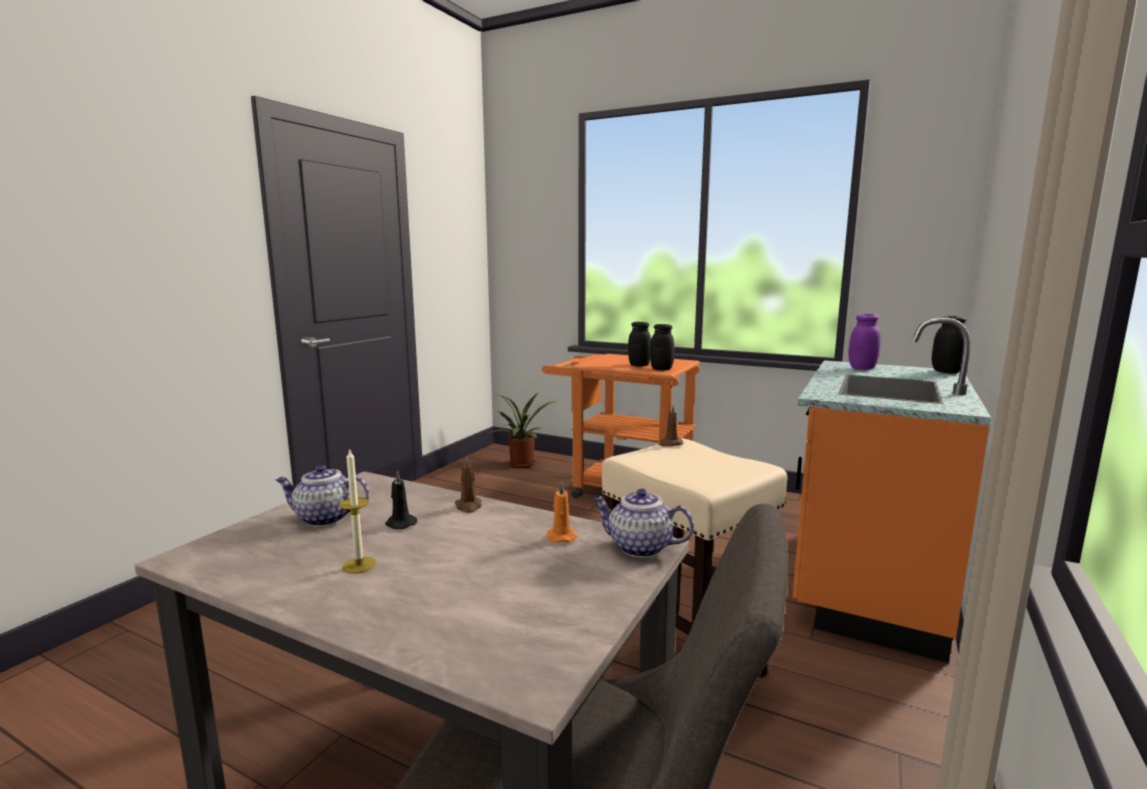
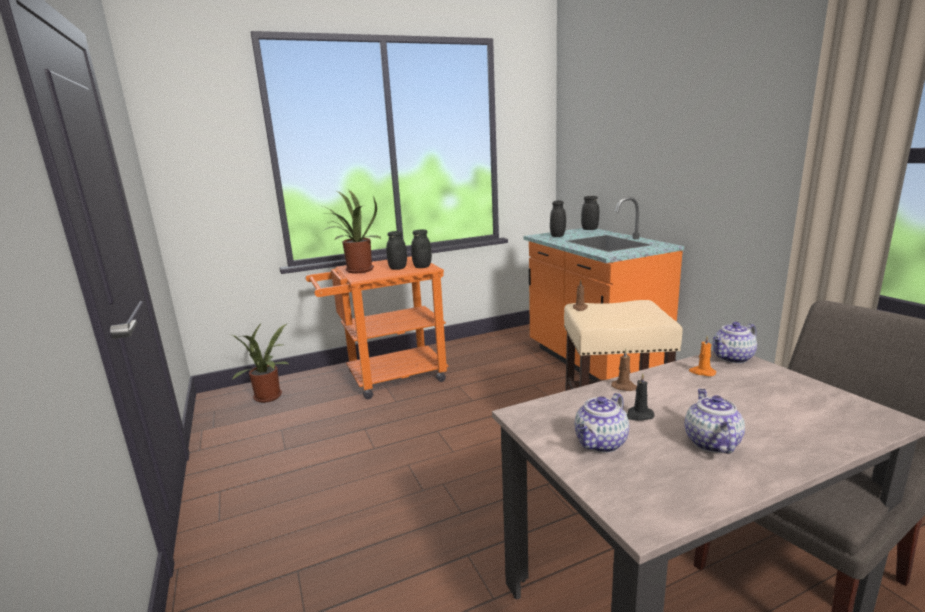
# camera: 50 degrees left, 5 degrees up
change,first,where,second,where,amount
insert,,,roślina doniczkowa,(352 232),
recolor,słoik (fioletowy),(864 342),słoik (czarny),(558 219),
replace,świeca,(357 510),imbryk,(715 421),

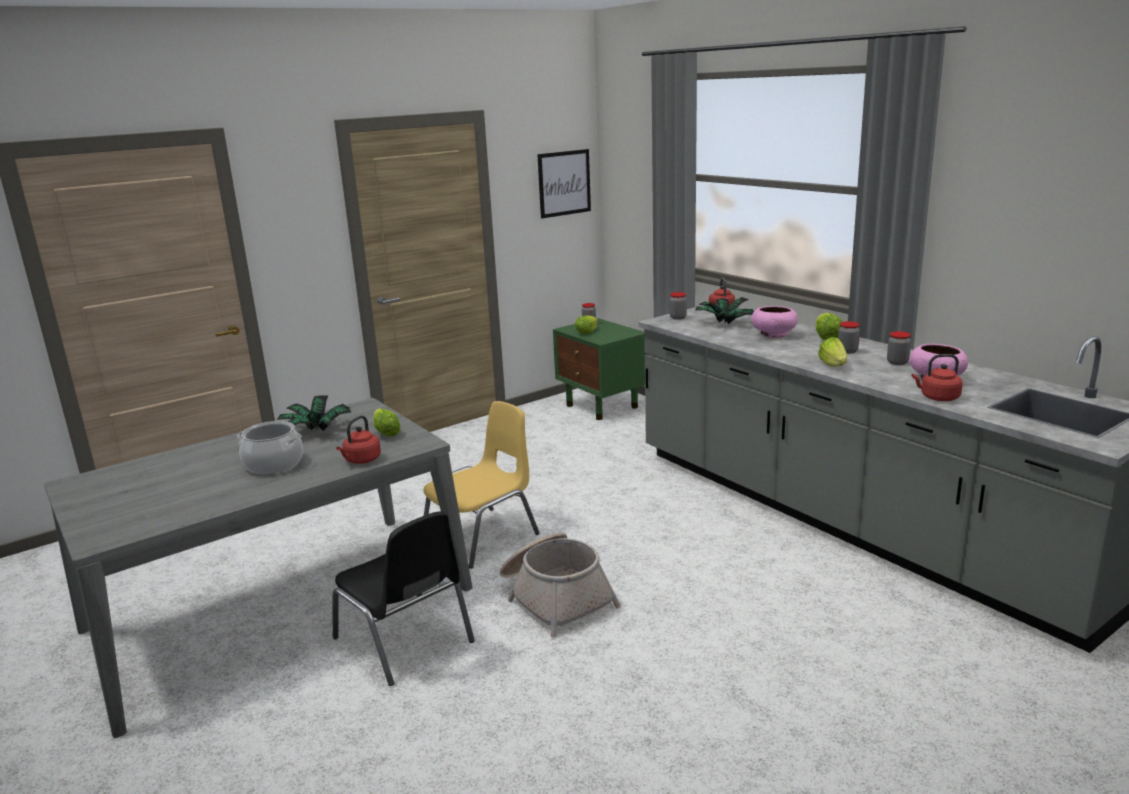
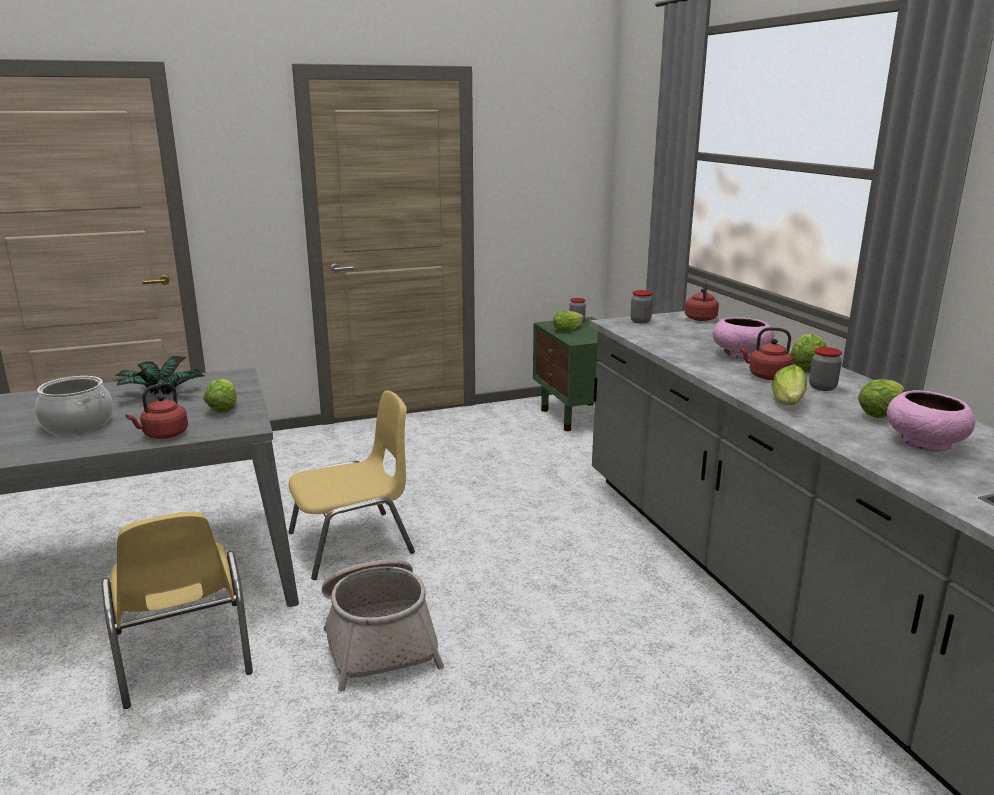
# camera: 15 degrees right, 0 degrees up
change,first,where,second,where,amount
recolor,krzesło (czarny),(404 598),krzesło (żółty),(177 610),
move,czajnik (czerwony),(937 377),,(766 353),
replace,słoik,(899 348),sałata,(881 398),
delete,obraz,(564 183),,,
delete,roślina doniczkowa,(724 310),,,

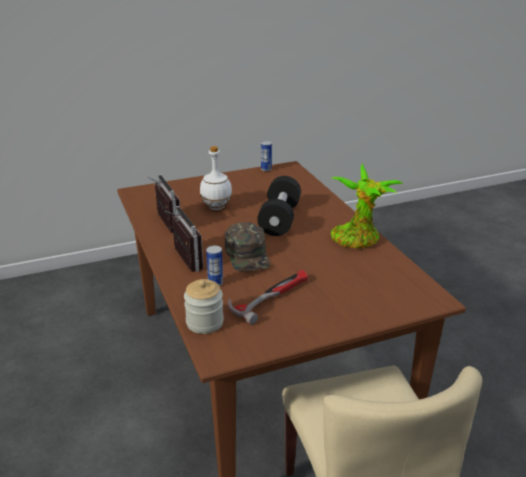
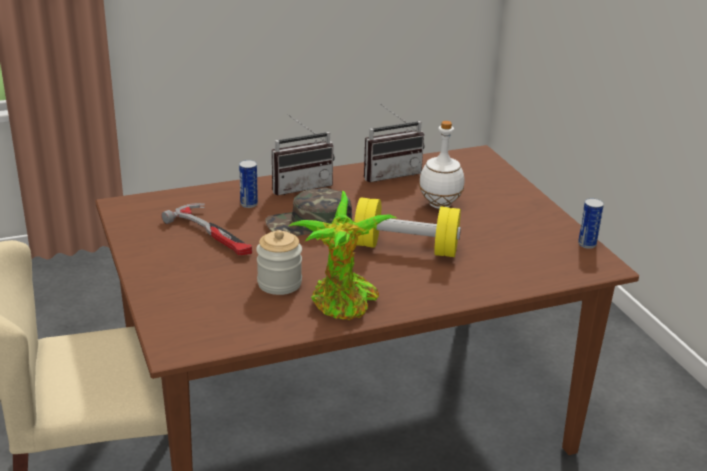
# camera: 90 degrees right, 0 degrees up
change,first,where,second,where,amount
move,słoik,(204 306),,(279 262),
recolor,hantel (czarny),(279 206),hantel (żółty),(407 227),

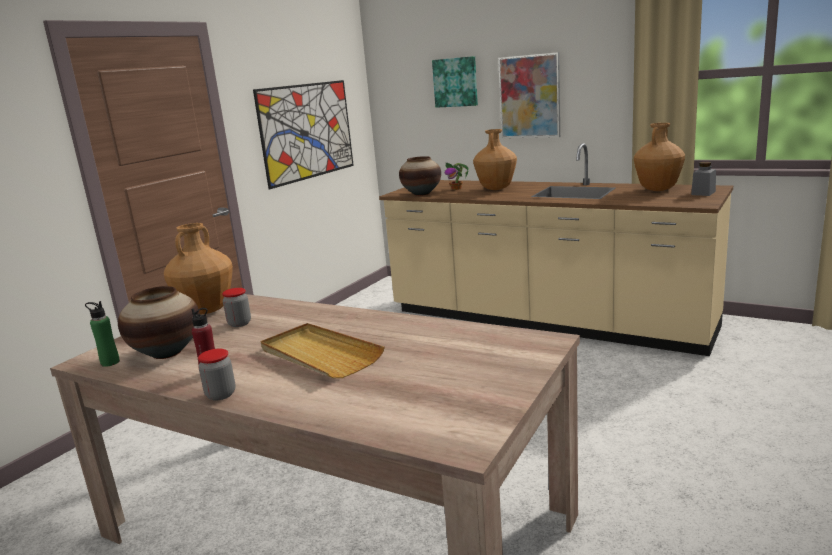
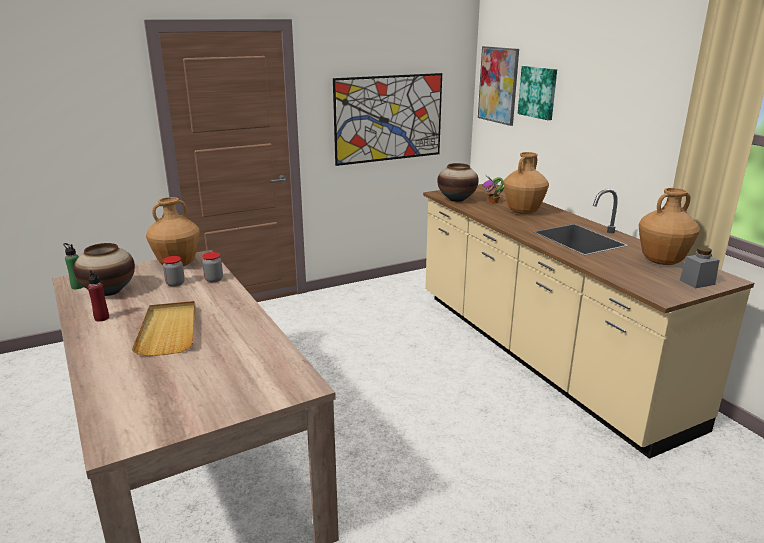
# camera: 30 degrees right, 5 degrees up
change,first,where,second,where,amount
move,słoik,(217 375),,(212 267),
move,obraz,(529 95),,(498 86),

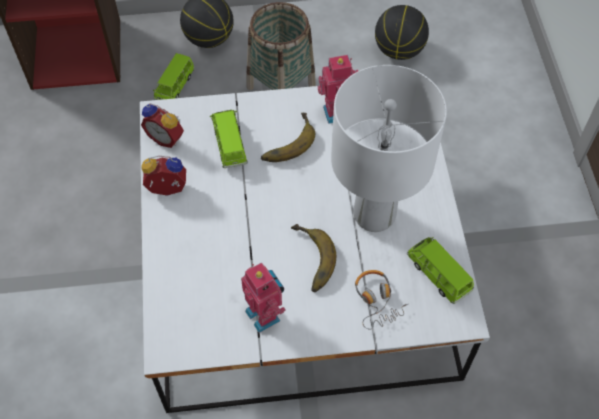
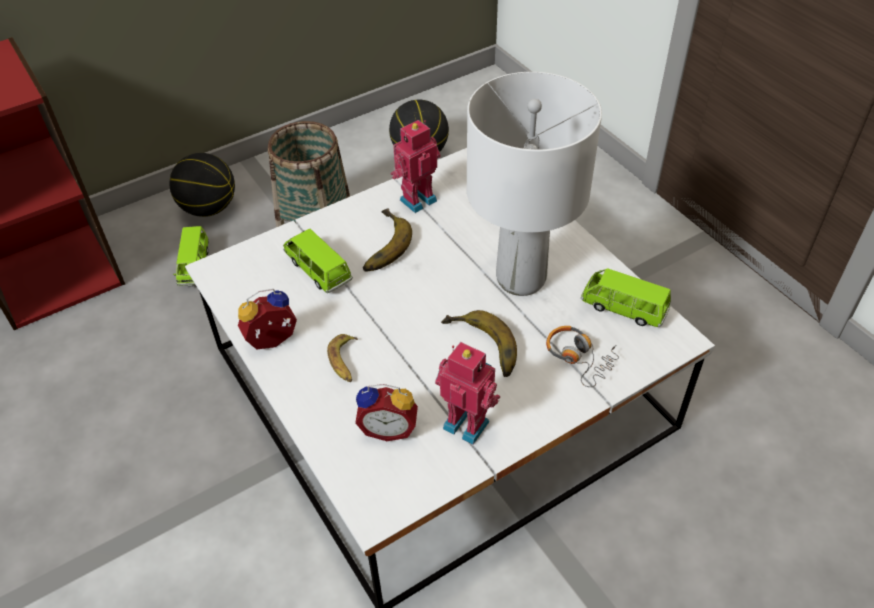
# camera: 25 degrees left, 10 degrees down
change,first,where,second,where,amount
insert,,,banan,(342 358),
move,budzik,(162 125),,(386 412),

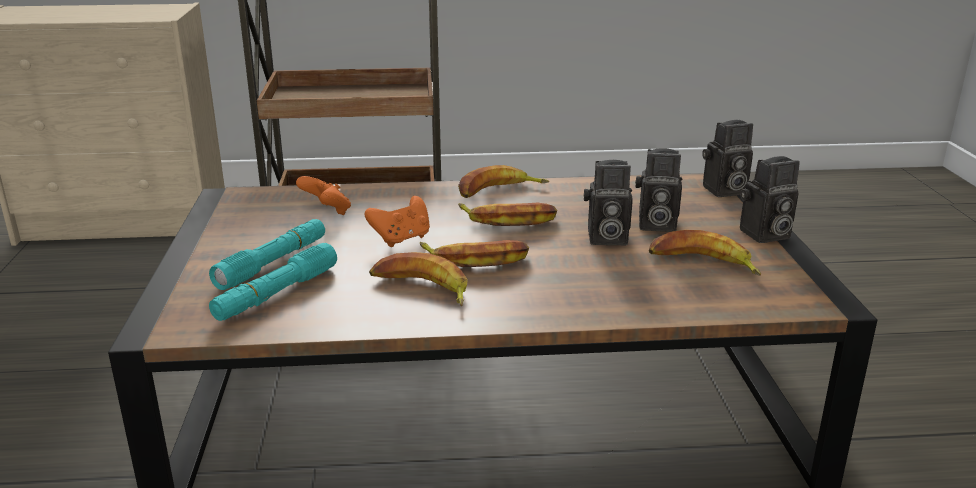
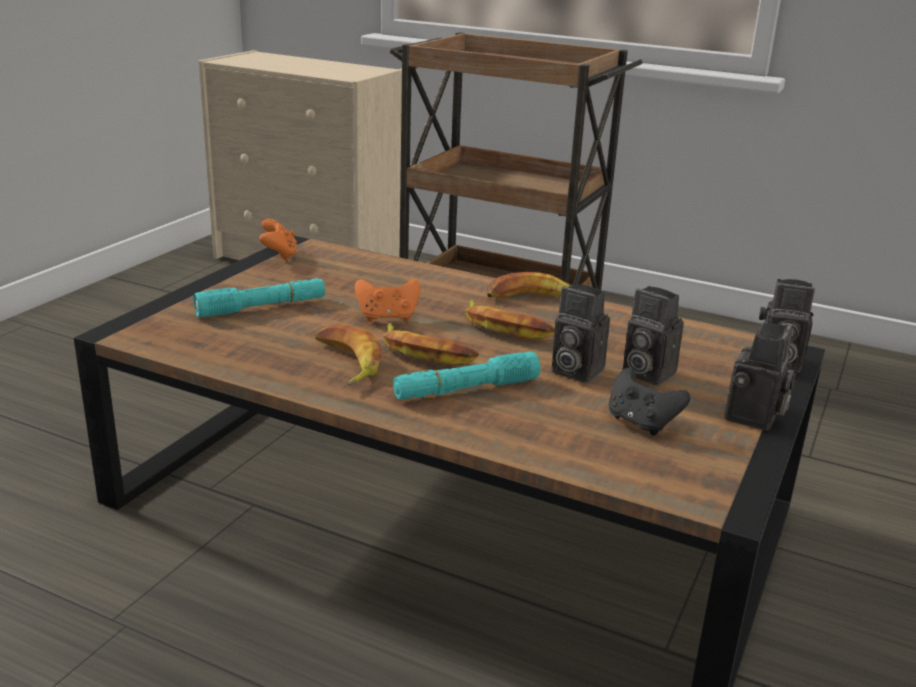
# camera: 30 degrees right, 0 degrees up
change,first,where,second,where,amount
move,pad do gier (pomarańczowy),(323 195),,(278 240),
move,latarka (turkusowy),(273 282),,(467 376),
replace,banan,(705 253),pad do gier (czarny),(649 401),
rotate,aparat fotograficzny,(770 199),,(760 376),75 degrees counterclockwise

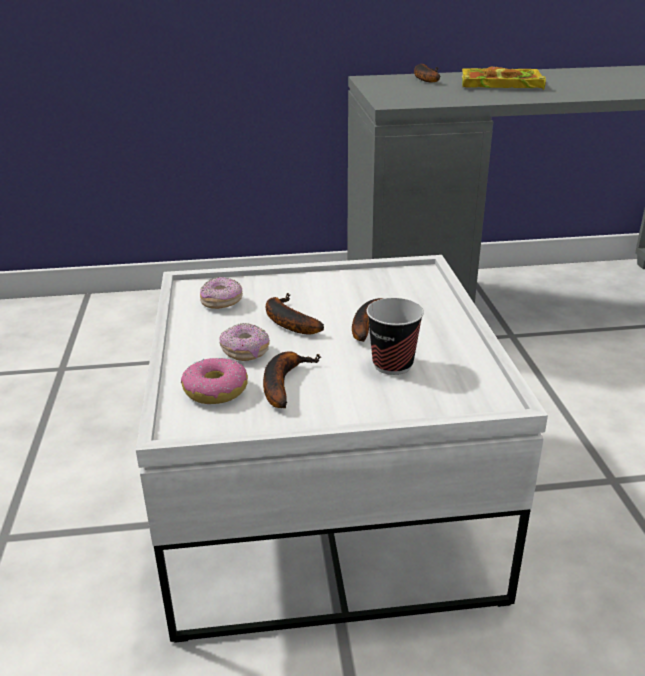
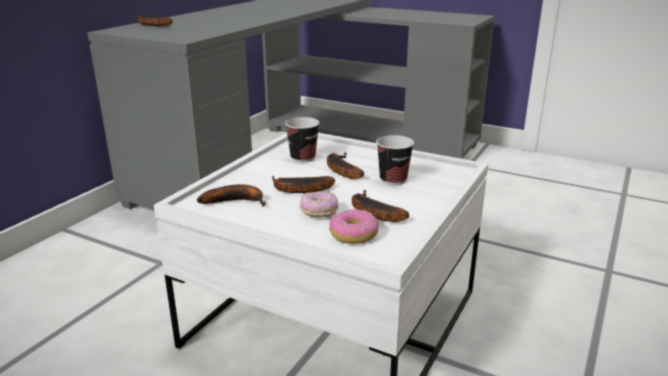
# camera: 55 degrees left, 5 degrees down
change,first,where,second,where,amount
replace,donut,(221 293),banan,(231 195),
insert,,,filiżanka,(302 140),
delete,książka,(504 78),,,

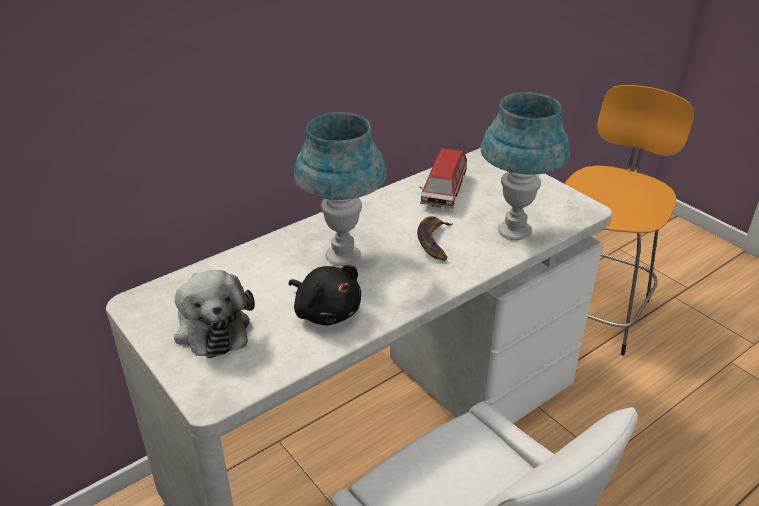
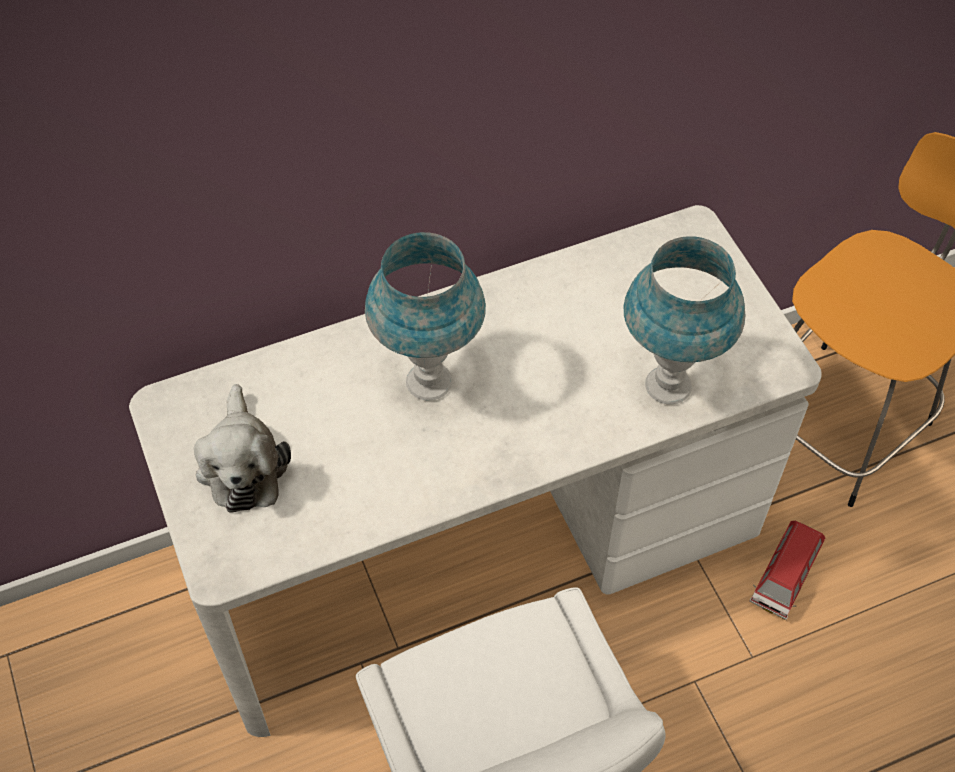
# camera: 15 degrees right, 20 degrees up
change,first,where,second,where,amount
move,samochodzik,(443 178),,(787 570),
delete,pluszak (czarny),(325 295),,,
delete,banan,(435 238),,,

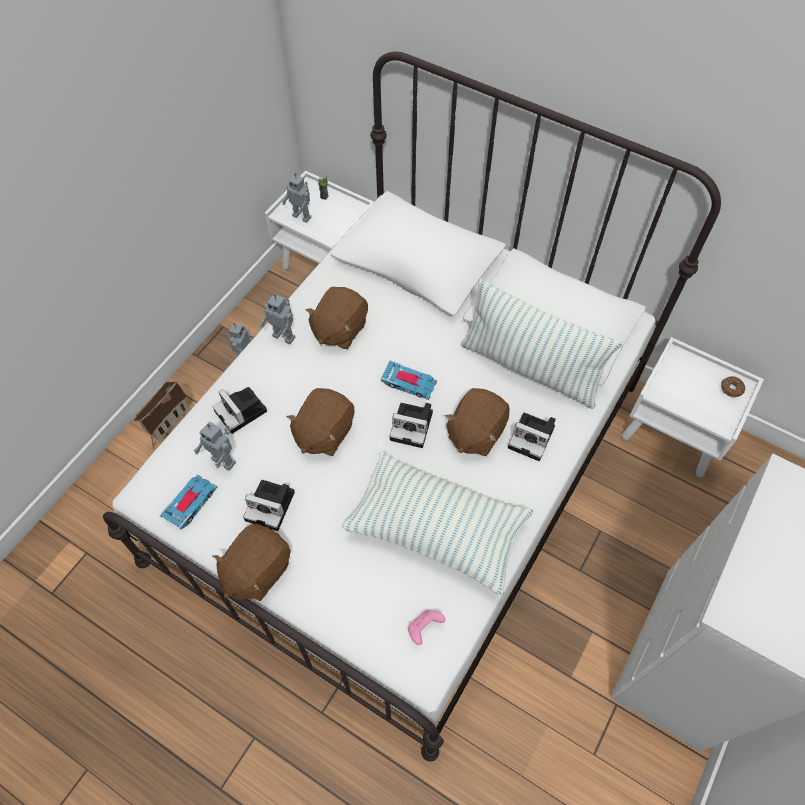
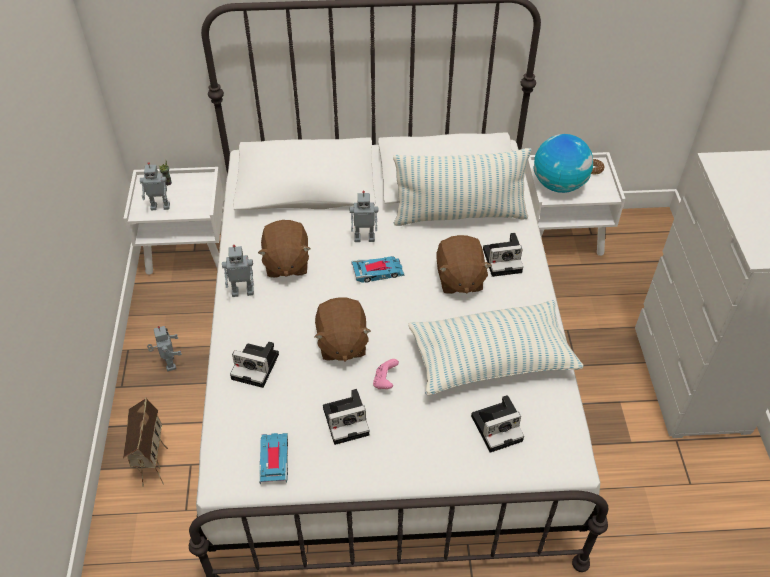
# camera: 35 degrees left, 10 degrees down
change,first,where,second,where,amount
move,robot zabawkowy,(215 446),,(364 216),
move,pad do gier (różowy),(426 627),,(386 374),
move,aparat fotograficzny,(411 425),,(497 424),
insert,,,globus,(563 163),
delete,pluszak (brązowy),(251 562),,,

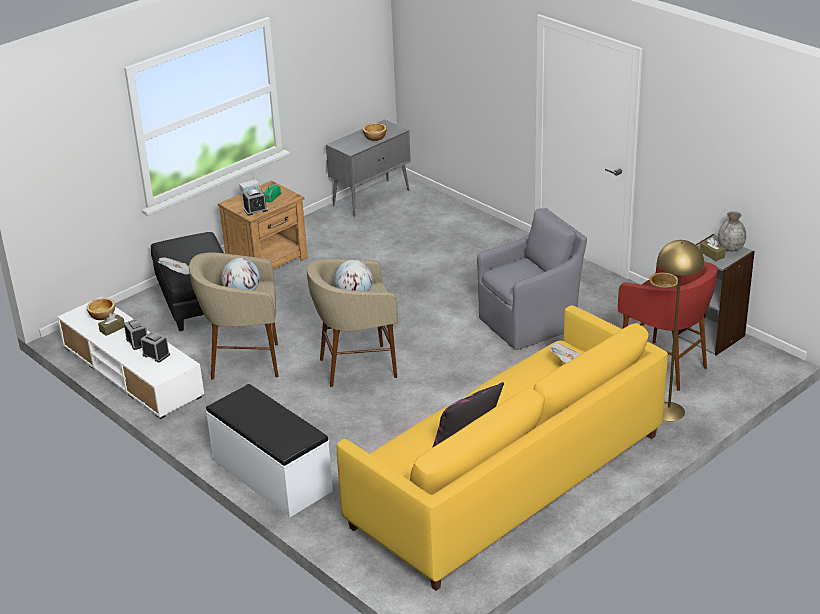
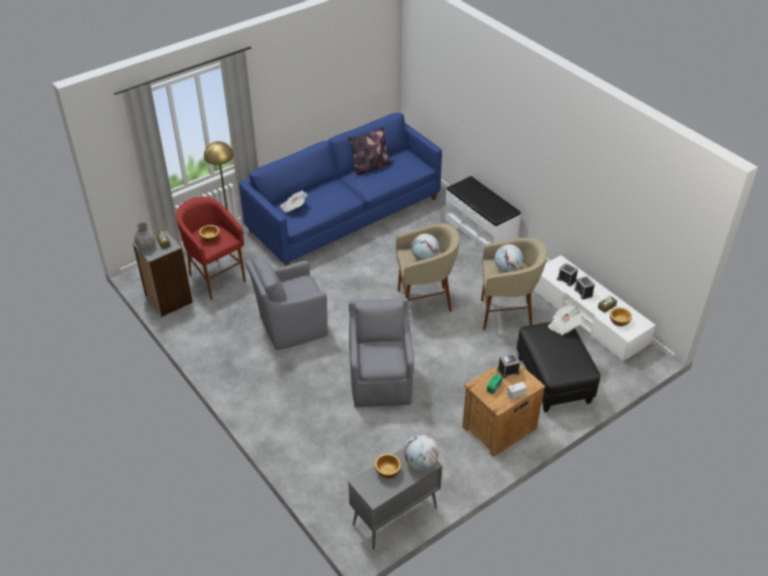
# camera: 175 degrees left, 10 degrees up
change,first,where,second,where,amount
recolor,kanapa (żółty),(502 448),kanapa (niebieski),(340 189),
insert,,,fotel (szary),(381 352),
insert,,,globus,(421 452),

